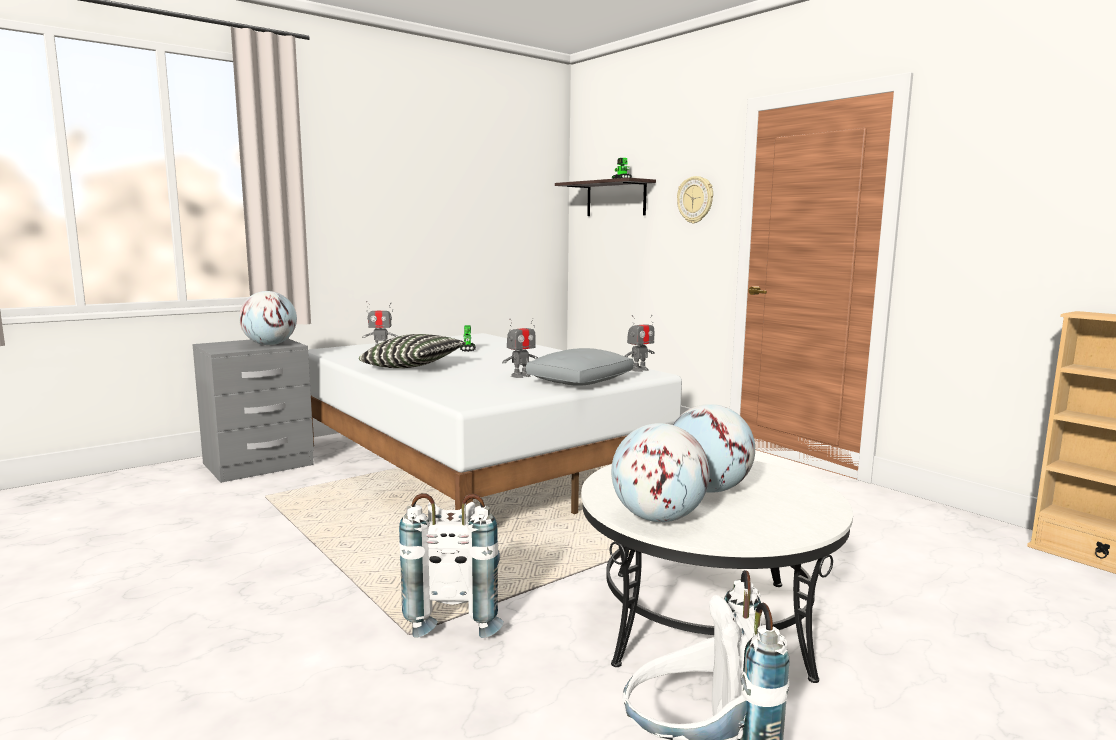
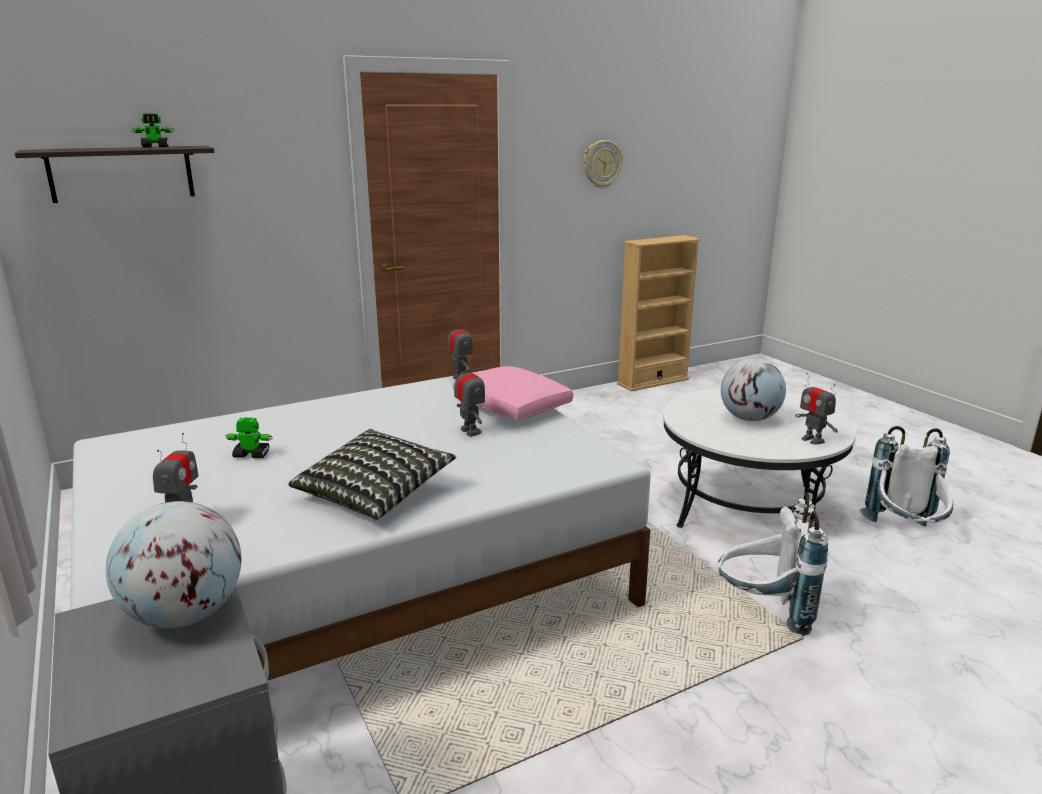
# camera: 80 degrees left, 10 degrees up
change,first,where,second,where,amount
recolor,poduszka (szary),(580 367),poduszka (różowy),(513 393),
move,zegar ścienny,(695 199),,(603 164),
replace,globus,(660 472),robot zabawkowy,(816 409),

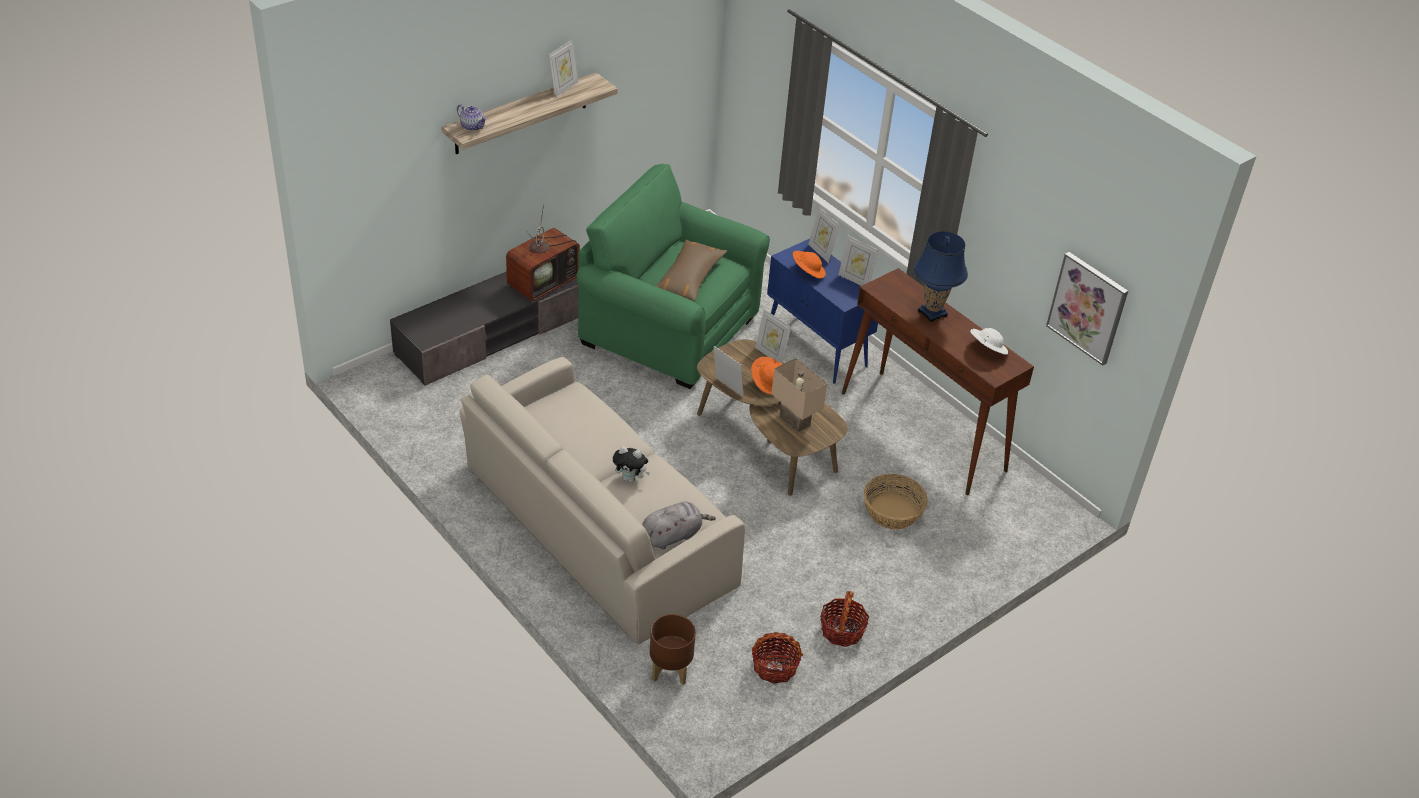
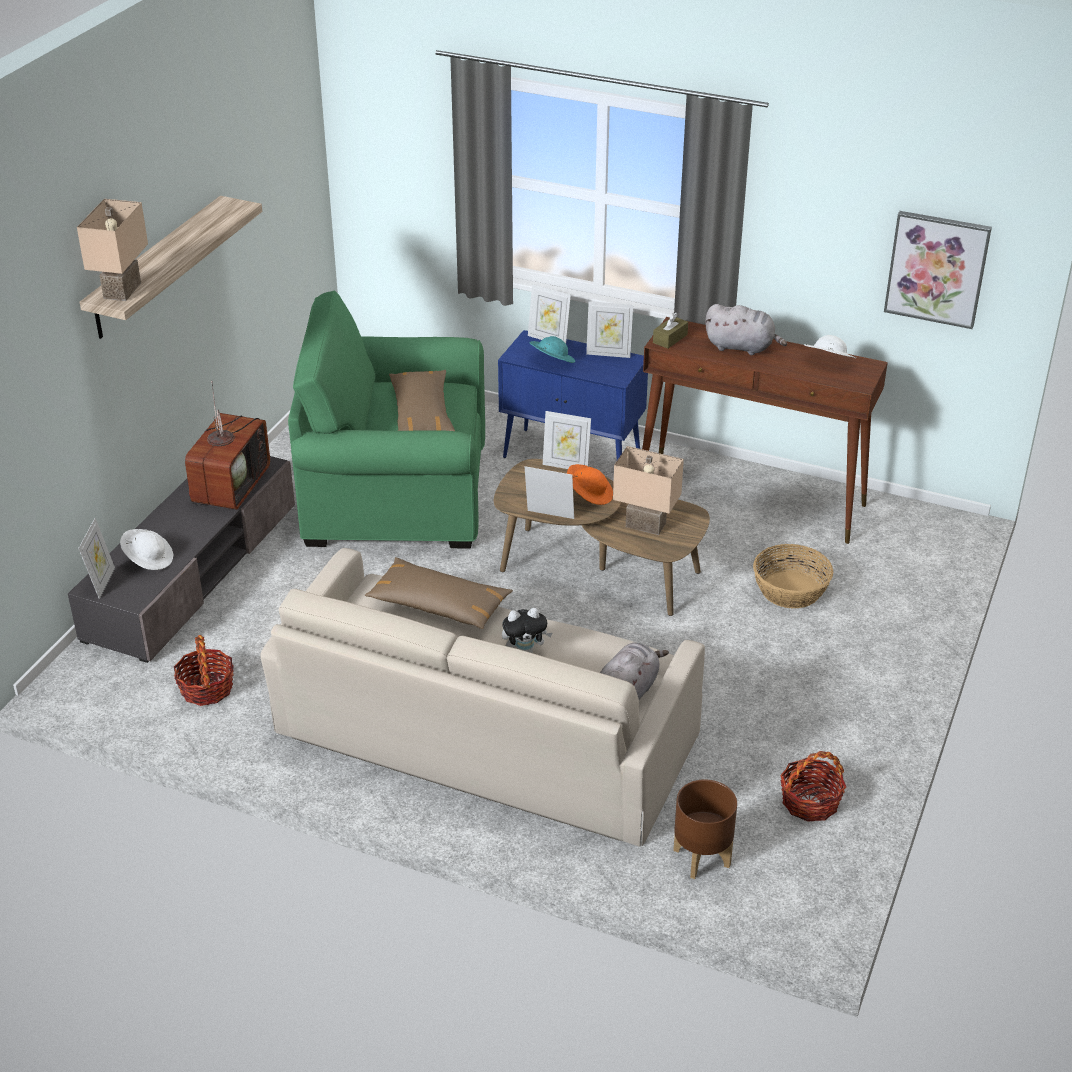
# camera: 25 degrees left, 5 degrees down
change,first,where,second,where,amount
replace,imbryk,(472 117),lampa stołowa (beżowy),(112 250),
move,ramka na zdjęcie,(563 69),,(96 558),
insert,,,kapelusz (biały),(146 549),
move,koszyk,(844 619),,(204 670),
insert,,,poduszka (brązowy),(439 593),
recolor,kapelusz (pomarańczowy),(809 265),kapelusz (turkusowy),(552 349),
insert,,,pudełko chusteczek (brązowy),(670 330),
replace,lampa stołowa (niebieski),(941 277),pluszak (szary),(746 329),

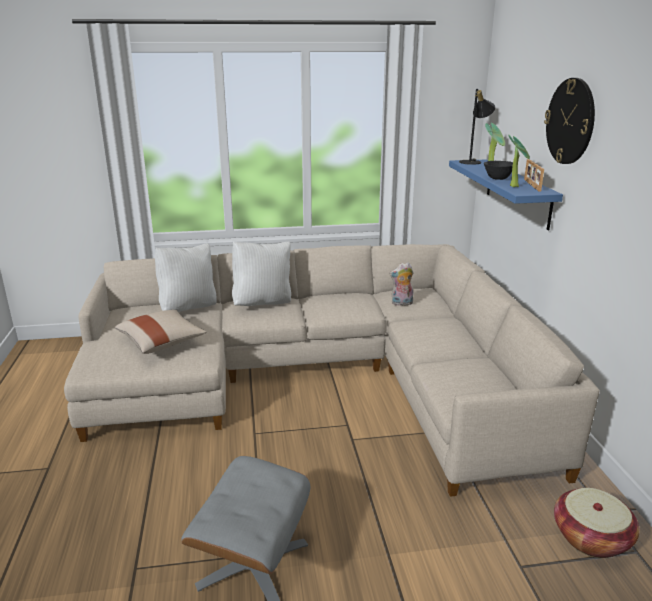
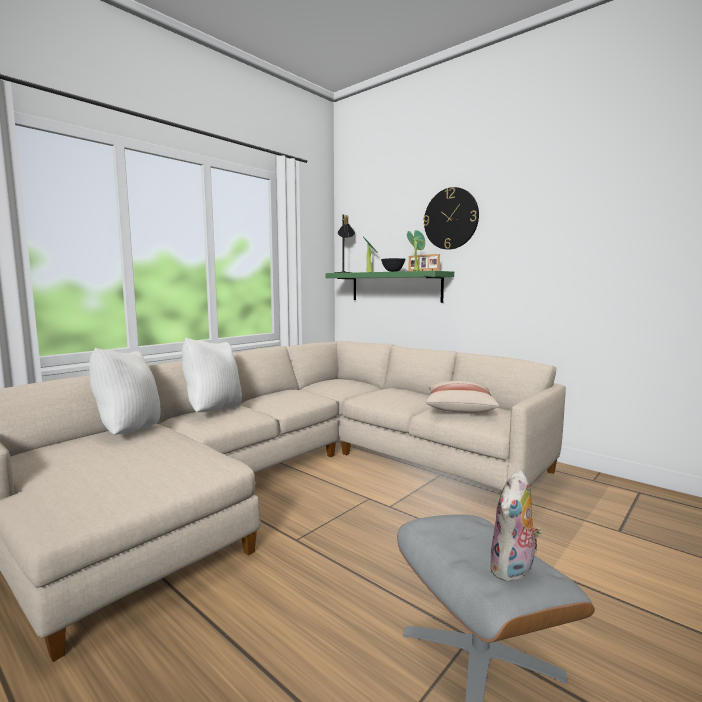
# camera: 40 degrees left, 15 degrees down
change,first,where,second,where,amount
recolor,półka (niebieski),(506 194),półka (zielony),(389 287),
move,poduszka (beżowy),(161 332),,(463 397),
move,pluszak,(401 284),,(515 525),
delete,koszyk,(597 523),,,

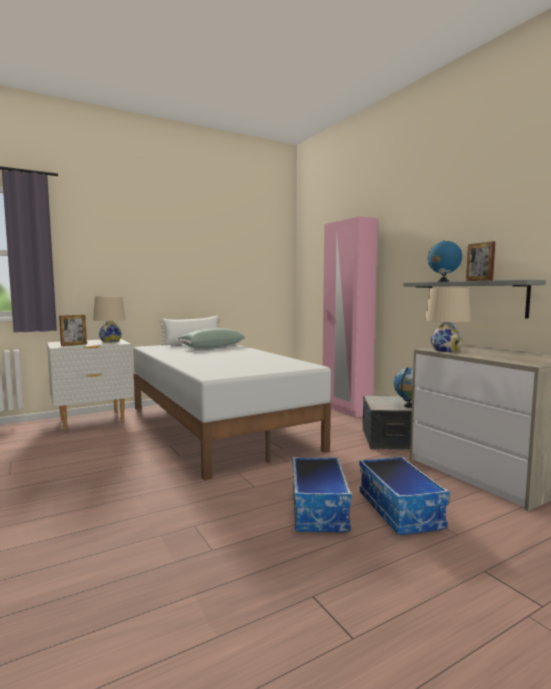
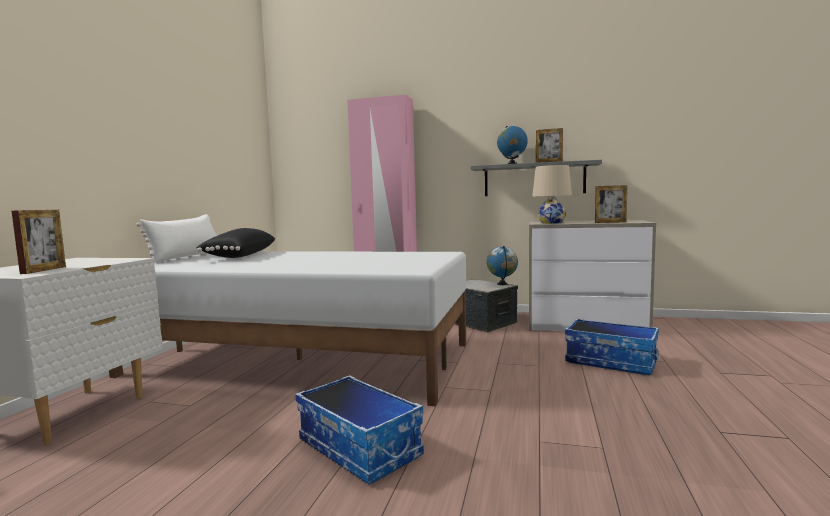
# camera: 45 degrees left, 0 degrees up
change,first,where,second,where,amount
recolor,poduszka (zielony),(211 338),poduszka (czarny),(235 243),
move,pojemnik do przechowywania,(321 494),,(359 429),
insert,,,ramka na zdjęcie,(611 204),
delete,lampa stołowa (beżowy),(109 319),,,

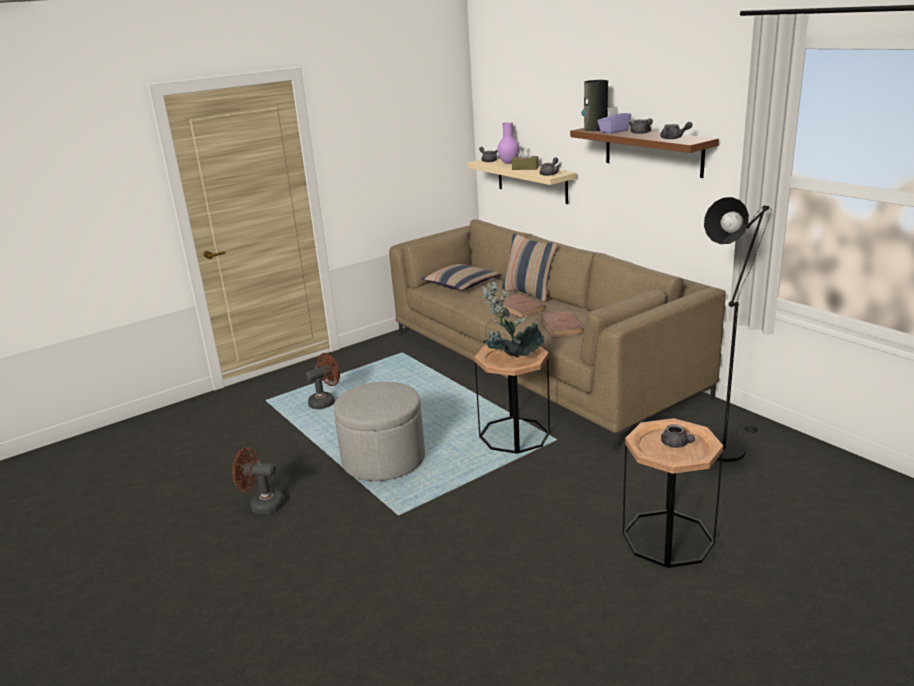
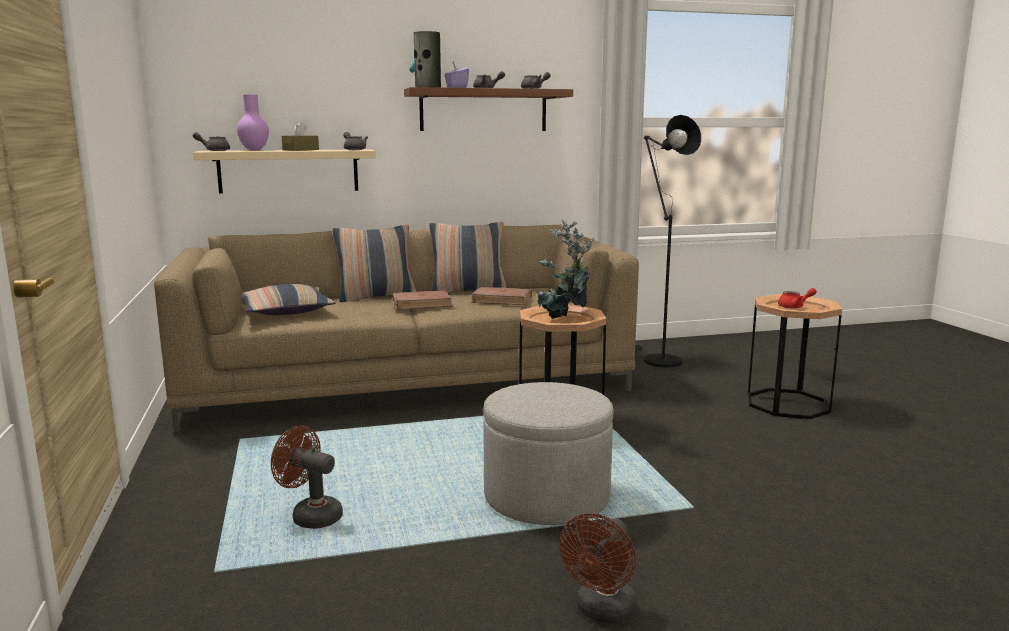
# camera: 70 degrees left, 10 degrees down
change,first,where,second,where,amount
rotate,wentylator (brązowy),(322 381),,(307 477),45 degrees counterclockwise
insert,,,poduszka,(468 257),
recolor,imbryk (szary),(678 436),imbryk (czerwony),(797 298),

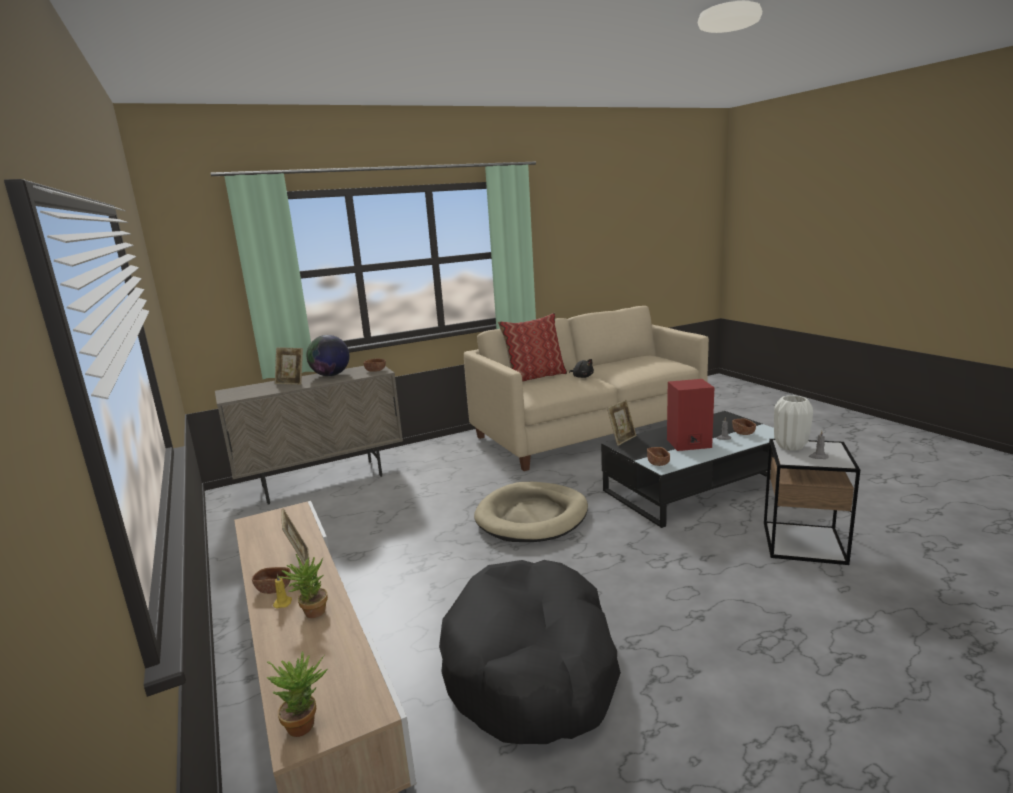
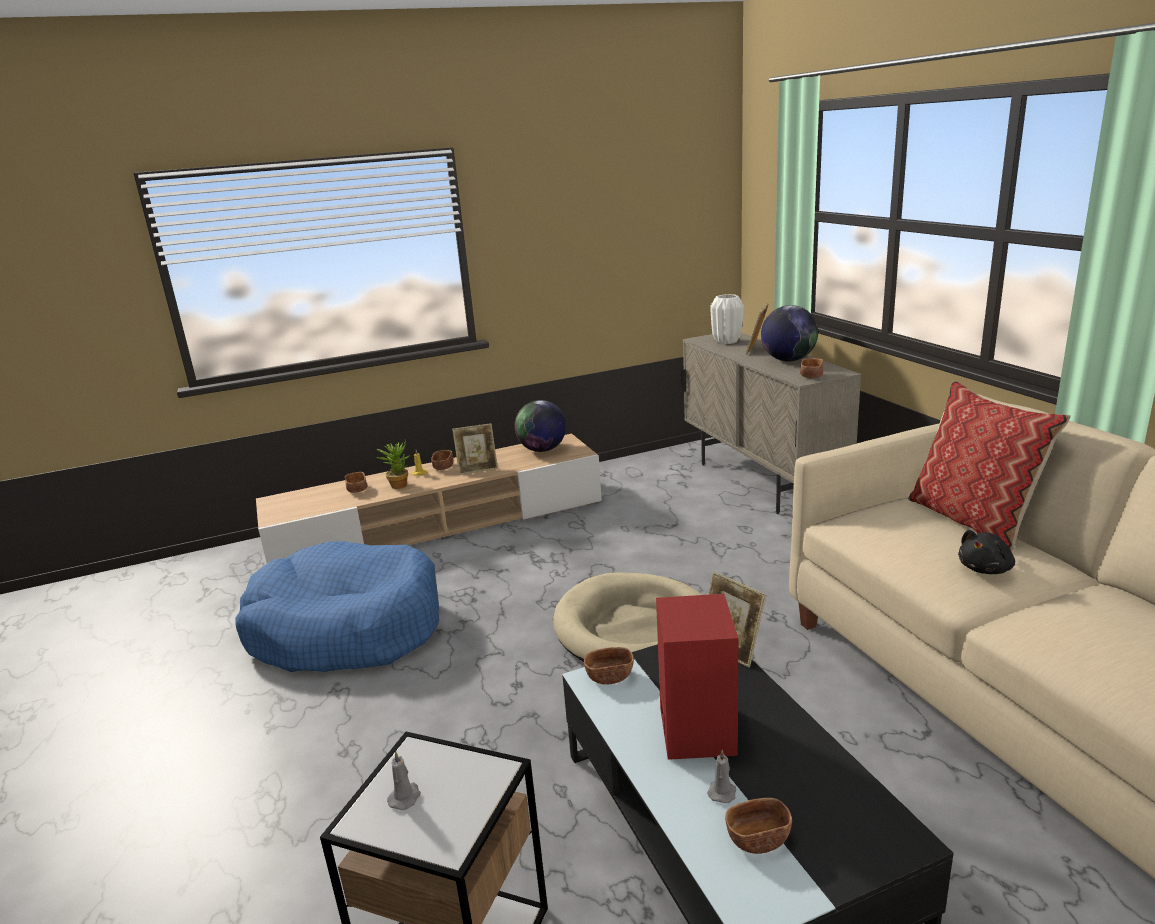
# camera: 95 degrees right, 5 degrees up
change,first,where,second,where,amount
recolor,legowisko (czarny),(530 652),legowisko (niebieski),(337 606),
insert,,,miska (brązowy),(356 482),
insert,,,globus,(540 426),
move,wazon (biały),(793 423),,(727 319),
delete,roślina doniczkowa,(297 694),,,

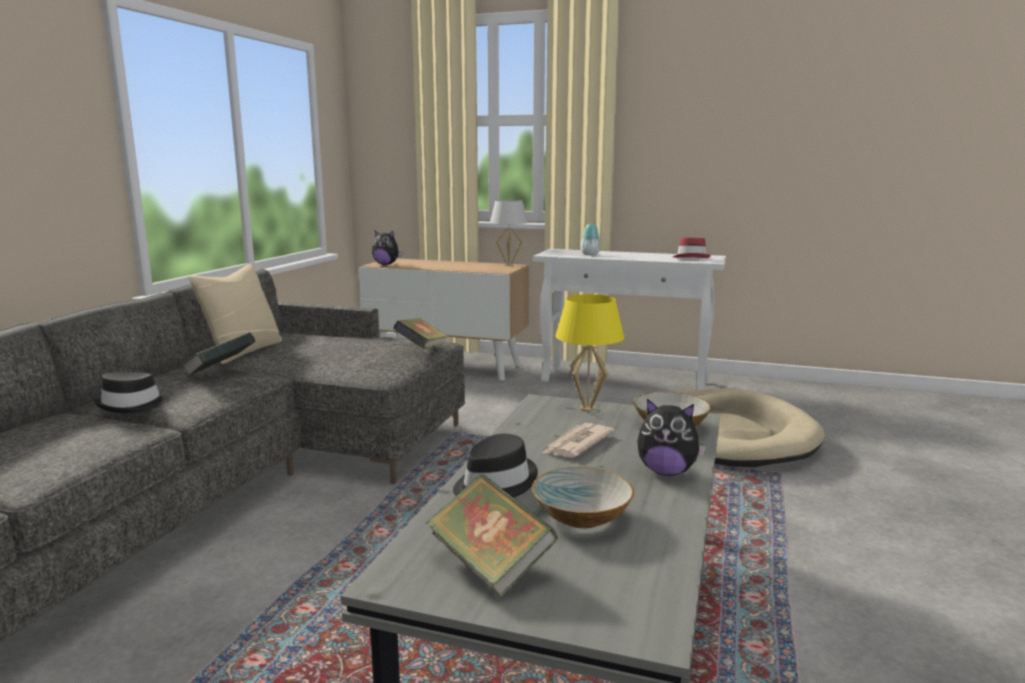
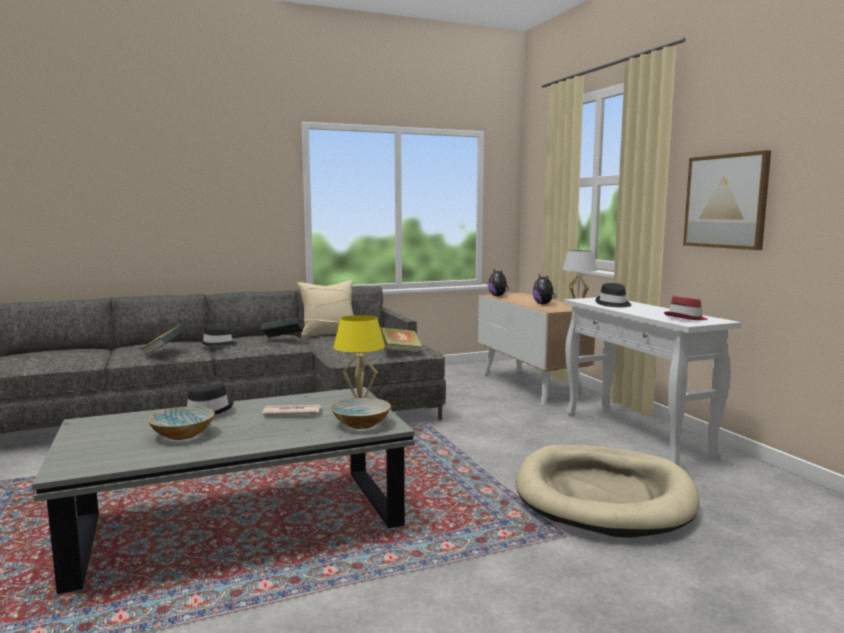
# camera: 50 degrees right, 5 degrees down
change,first,where,second,where,amount
move,książka,(491 536),,(163 340),
move,pluszak,(671 437),,(545 289),
replace,wazon,(591 239),kapelusz (czarny),(613 295),
insert,,,obraz,(727 200),

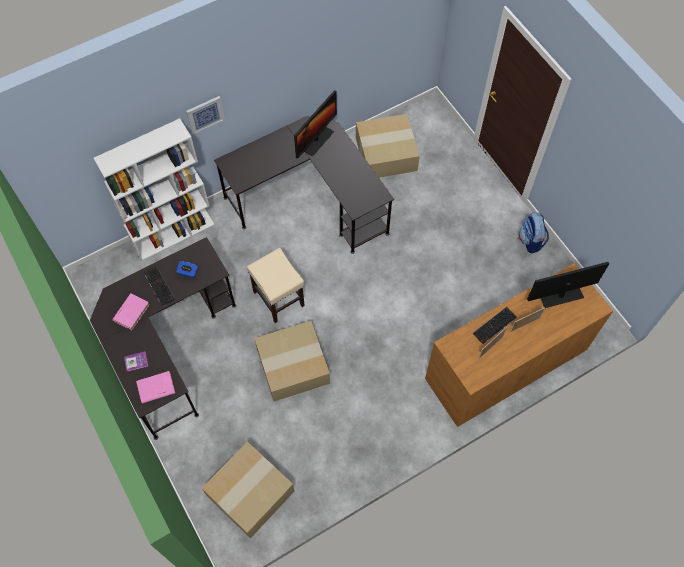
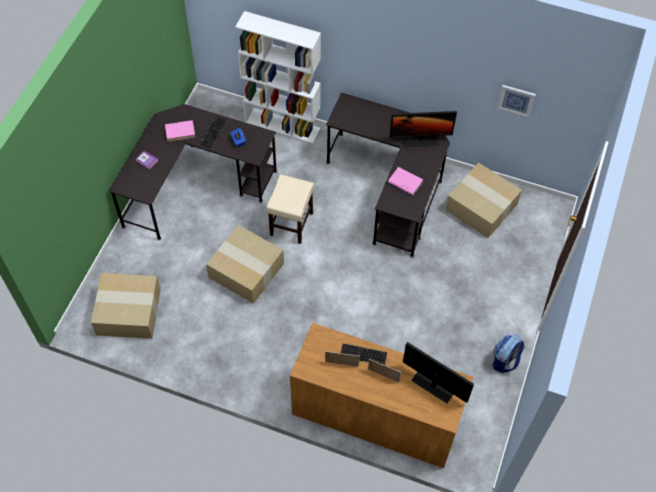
# camera: 50 degrees right, 5 degrees down
change,first,where,second,where,amount
move,książka (różowy),(155 387),,(405 181),
move,obraz,(205 115),,(516 101),

